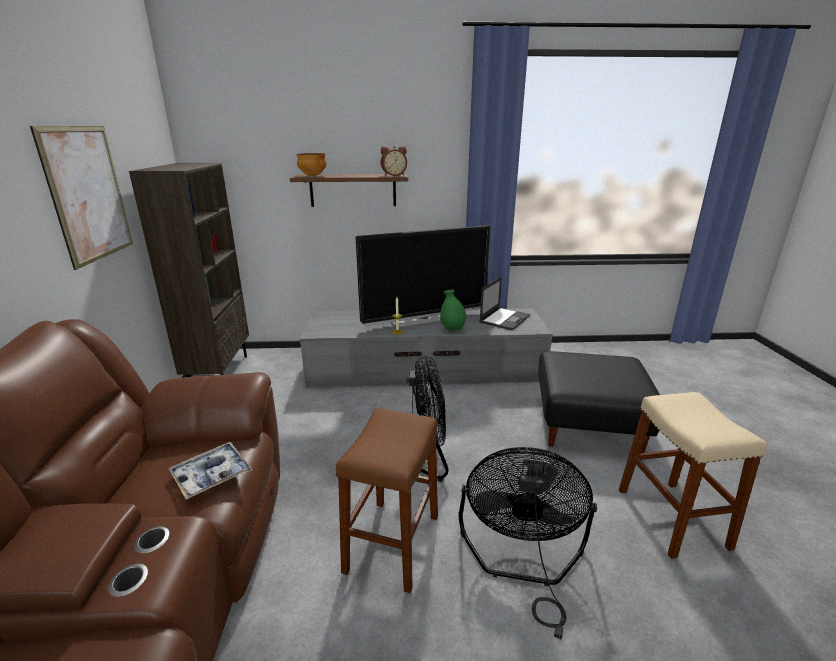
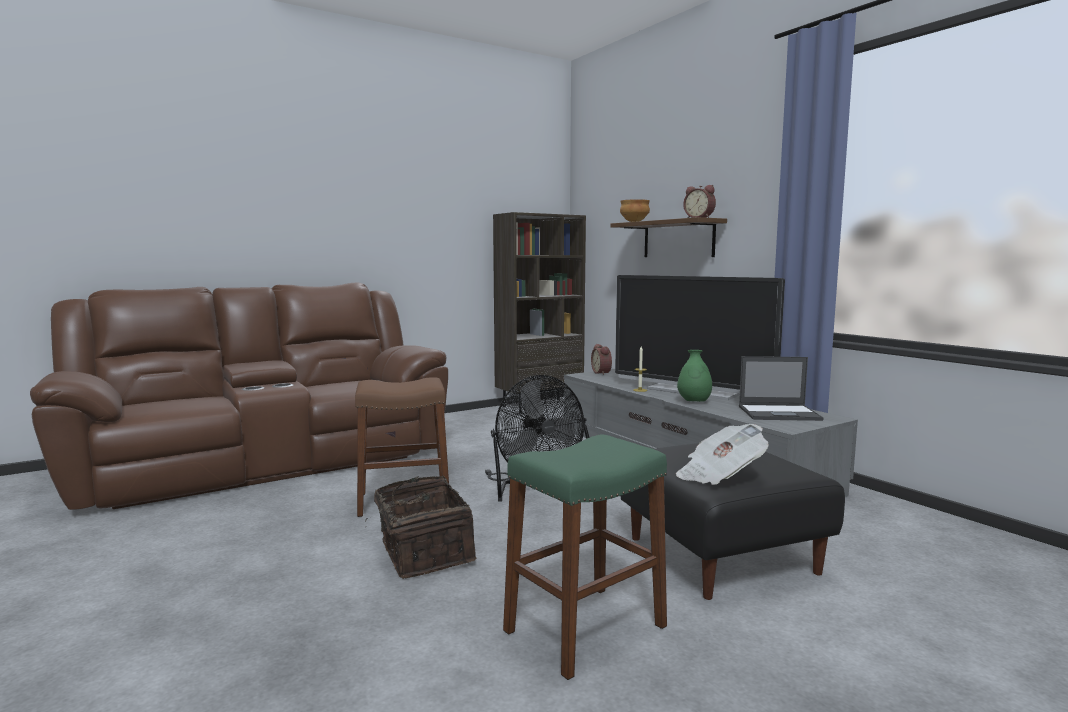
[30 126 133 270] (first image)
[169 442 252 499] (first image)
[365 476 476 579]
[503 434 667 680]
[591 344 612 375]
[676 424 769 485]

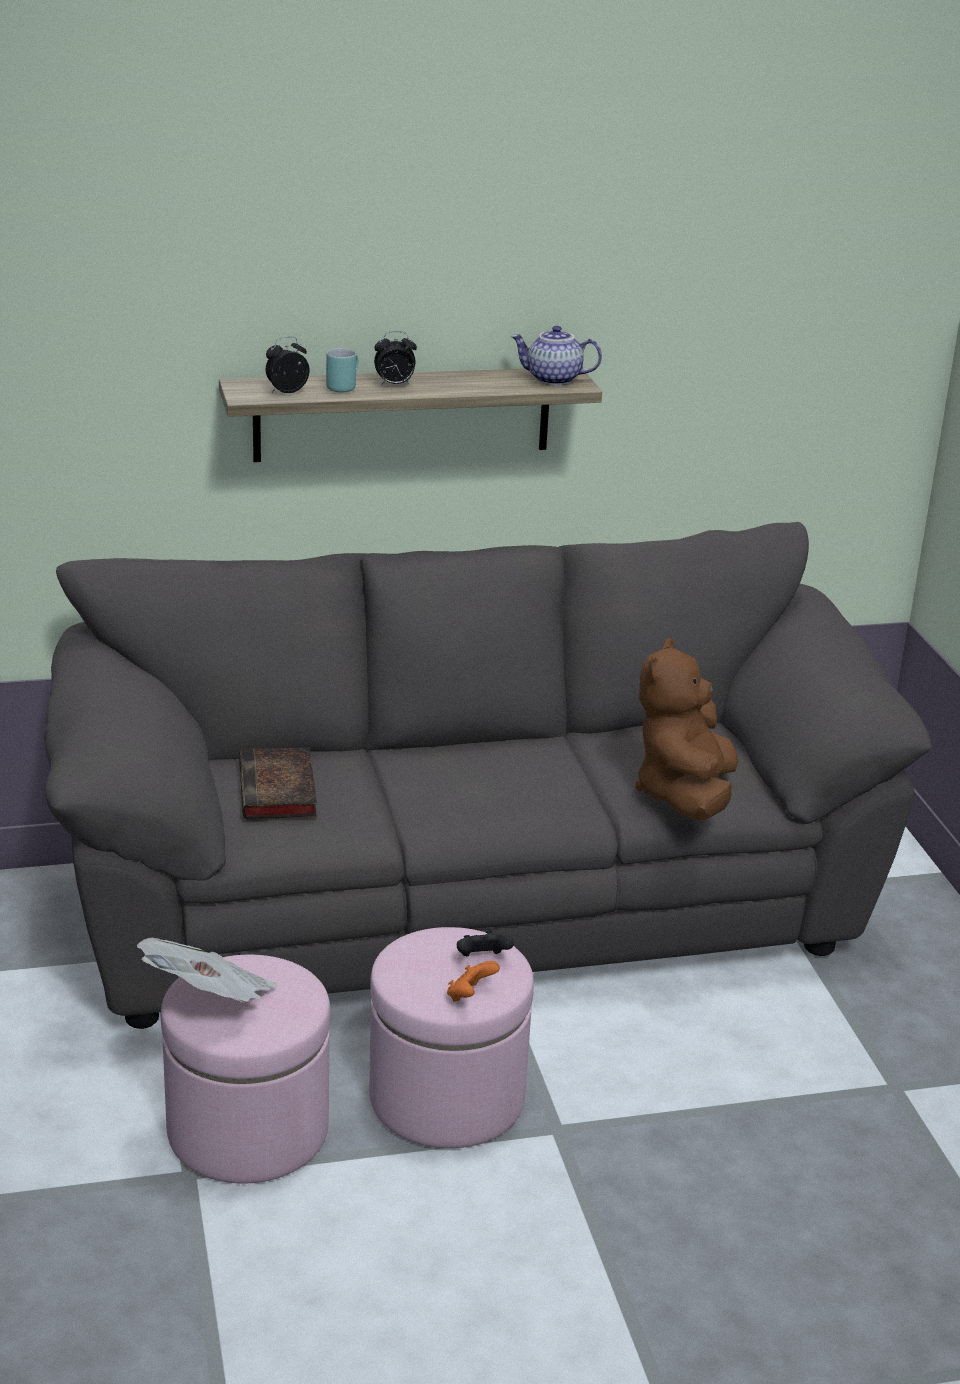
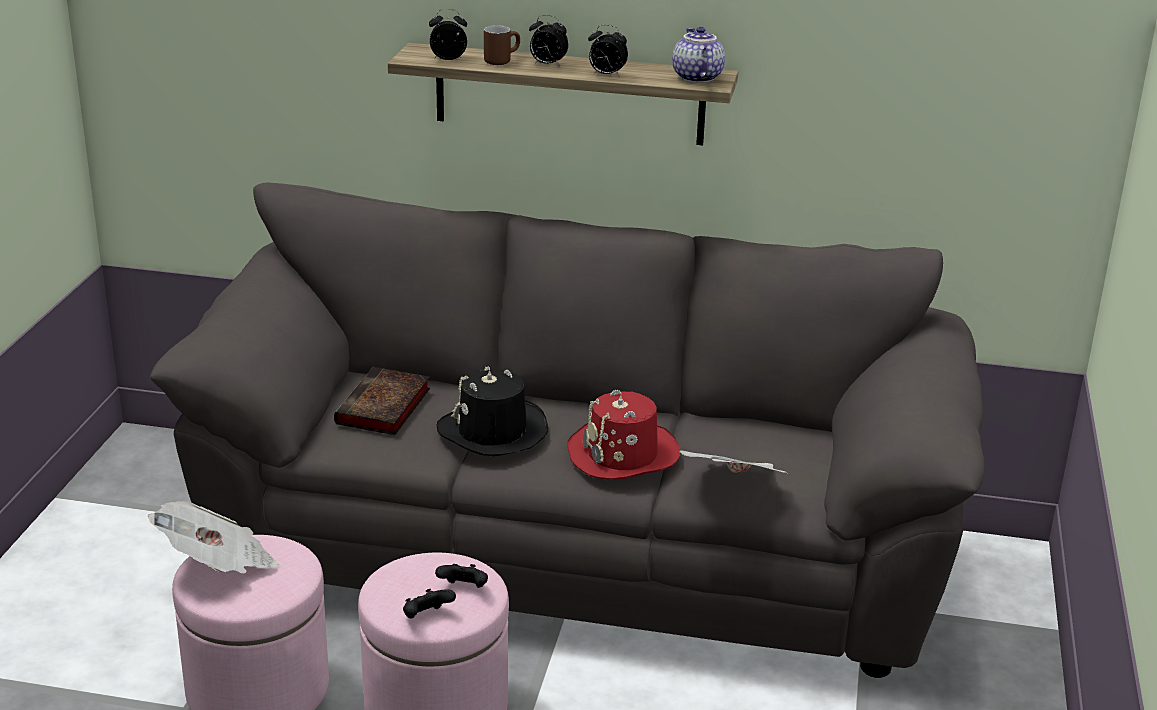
[484 25 520 65]
[403 589 456 618]
[672 27 725 83]
[680 451 786 473]
[437 366 548 456]
[567 389 680 480]
[588 25 628 77]

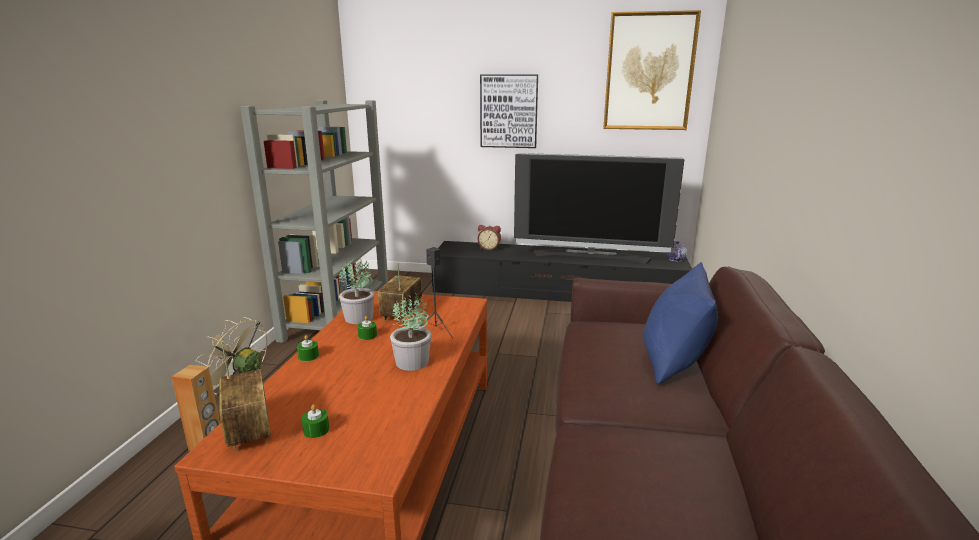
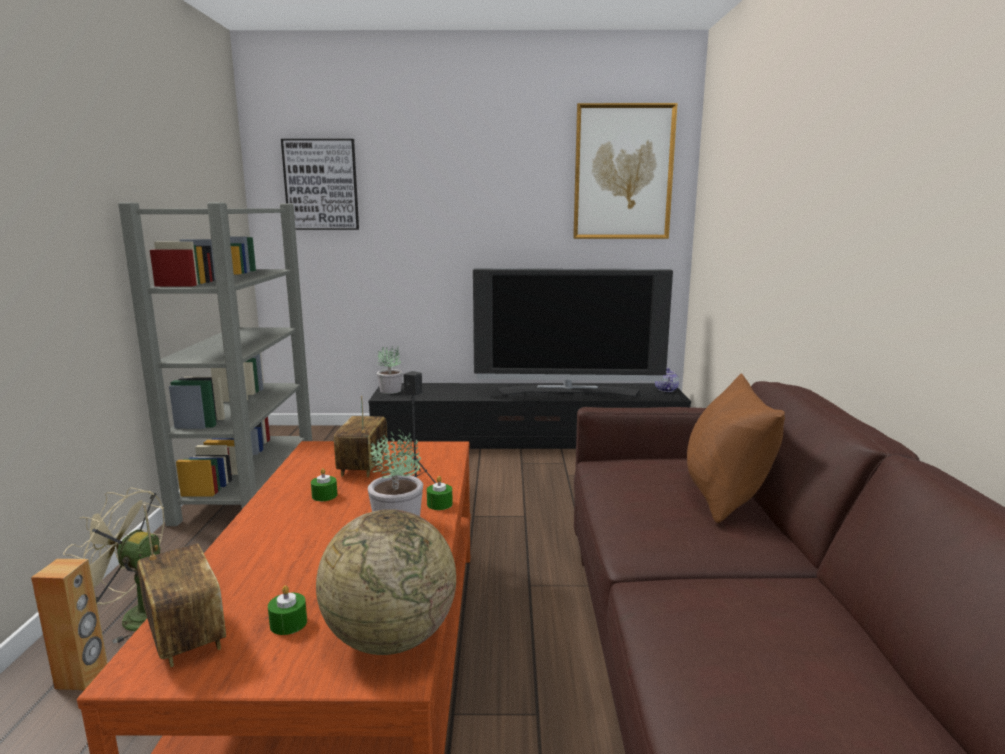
[427 476 453 510]
[377 346 403 394]
[478 225 501 250] (first image)
[281 139 359 230]
[687 373 785 523]
[316 509 456 655]

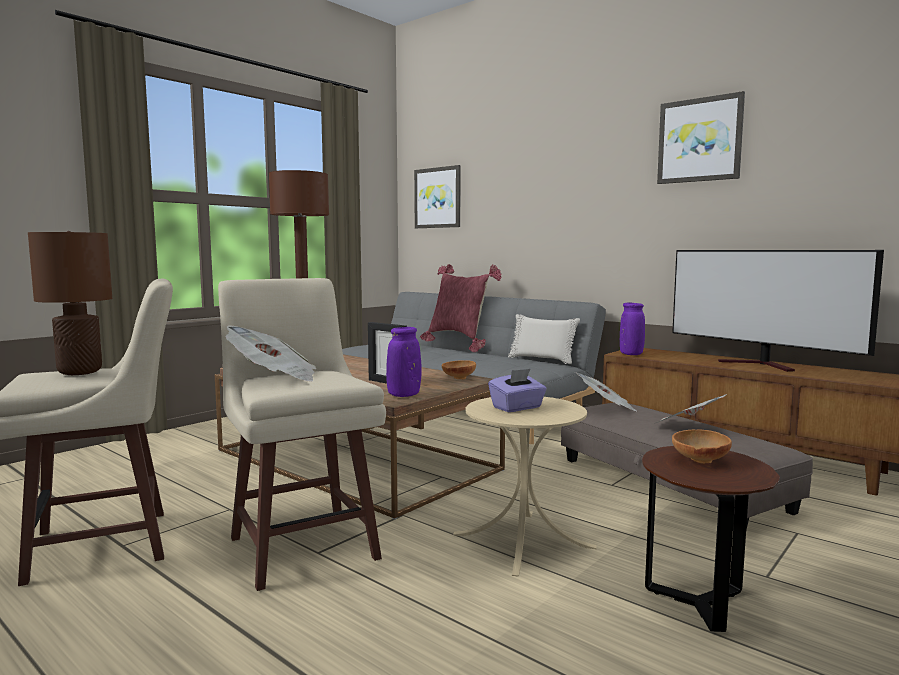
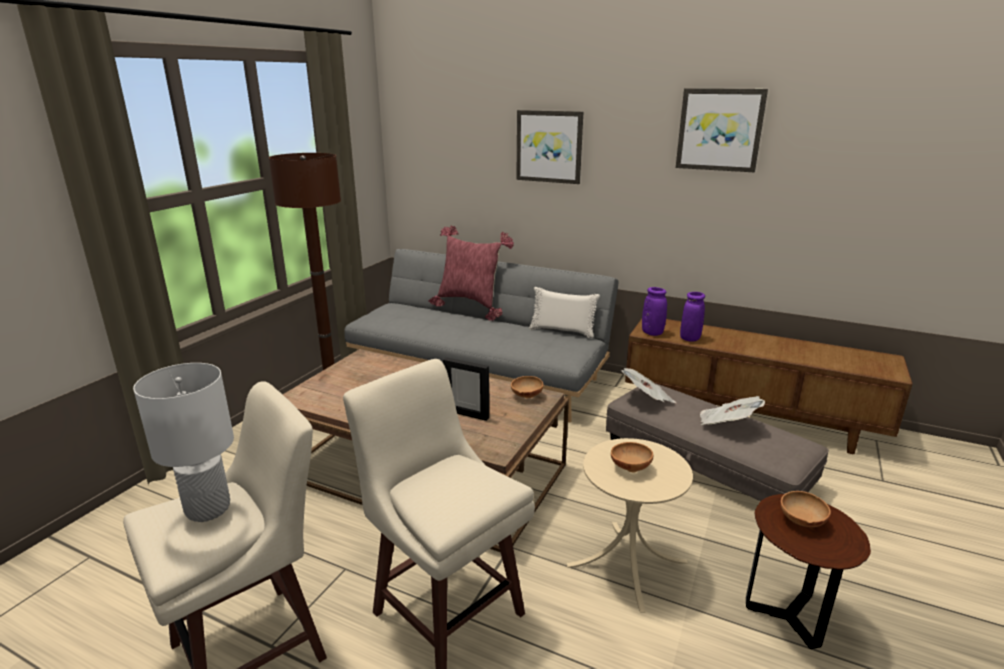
[133 363 234 522]
[225 325 316 382] (first image)
[680 292 705 342]
[516 110 583 184]
[611 442 653 472]
[672 250 884 372] (first image)

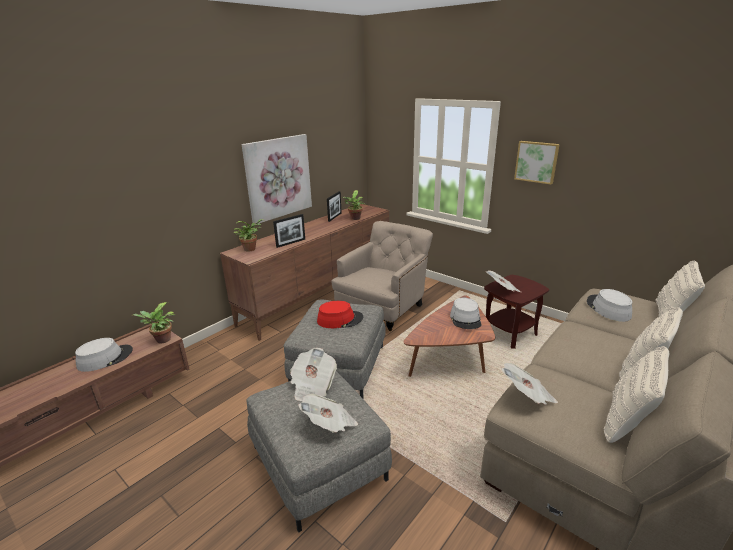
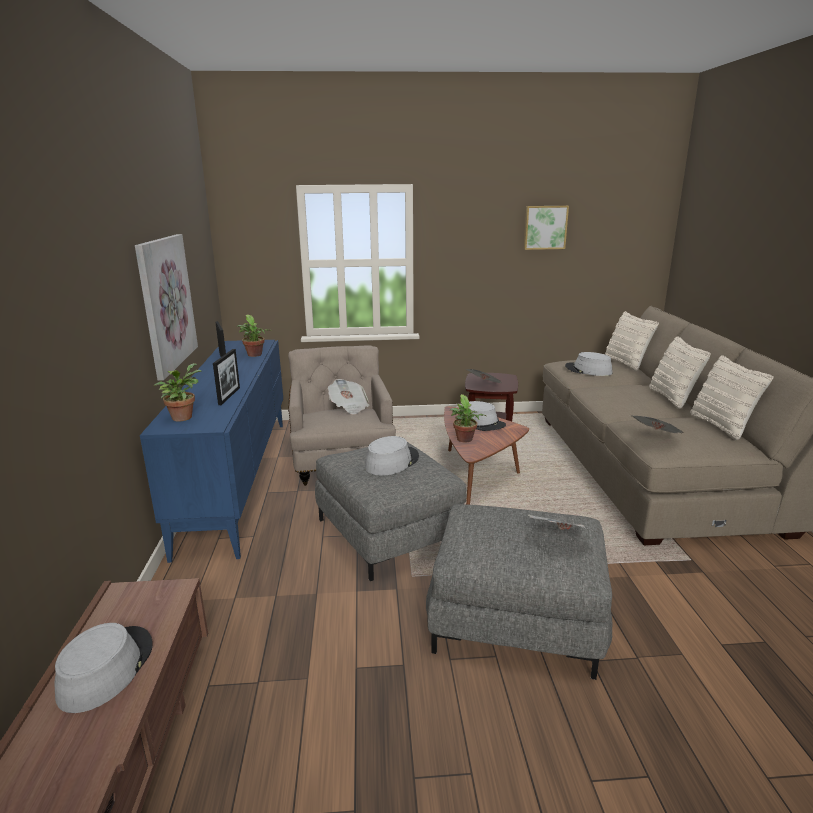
[450 394 487 442]
[140 340 283 563]
[328 379 370 415]
[365 436 419 476]
[524 206 569 250]

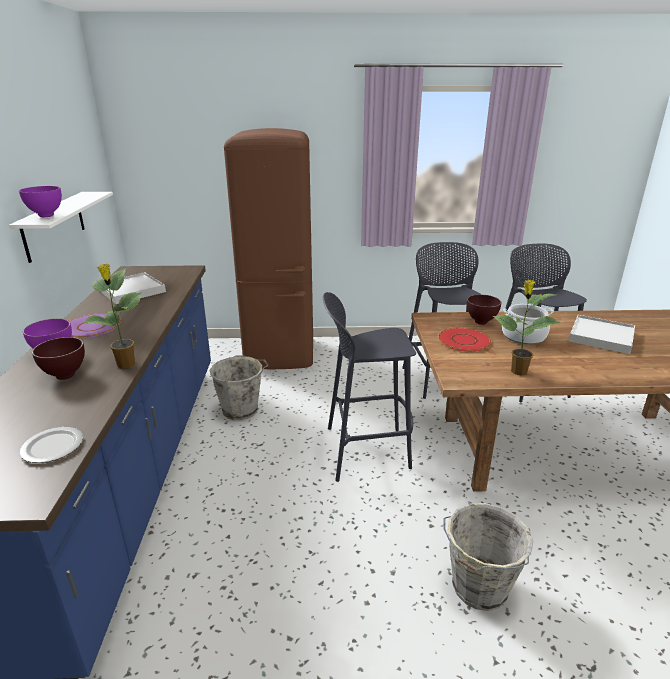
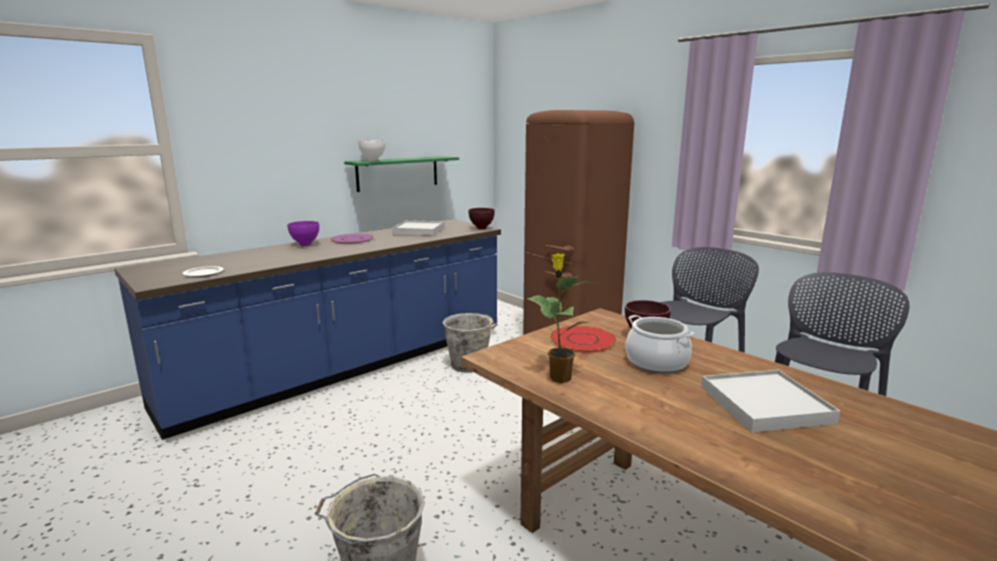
[344 156 459 192]
[358 140 386 161]
[468 208 495 229]
[83 264 142 369] (first image)
[323 292 416 482] (first image)

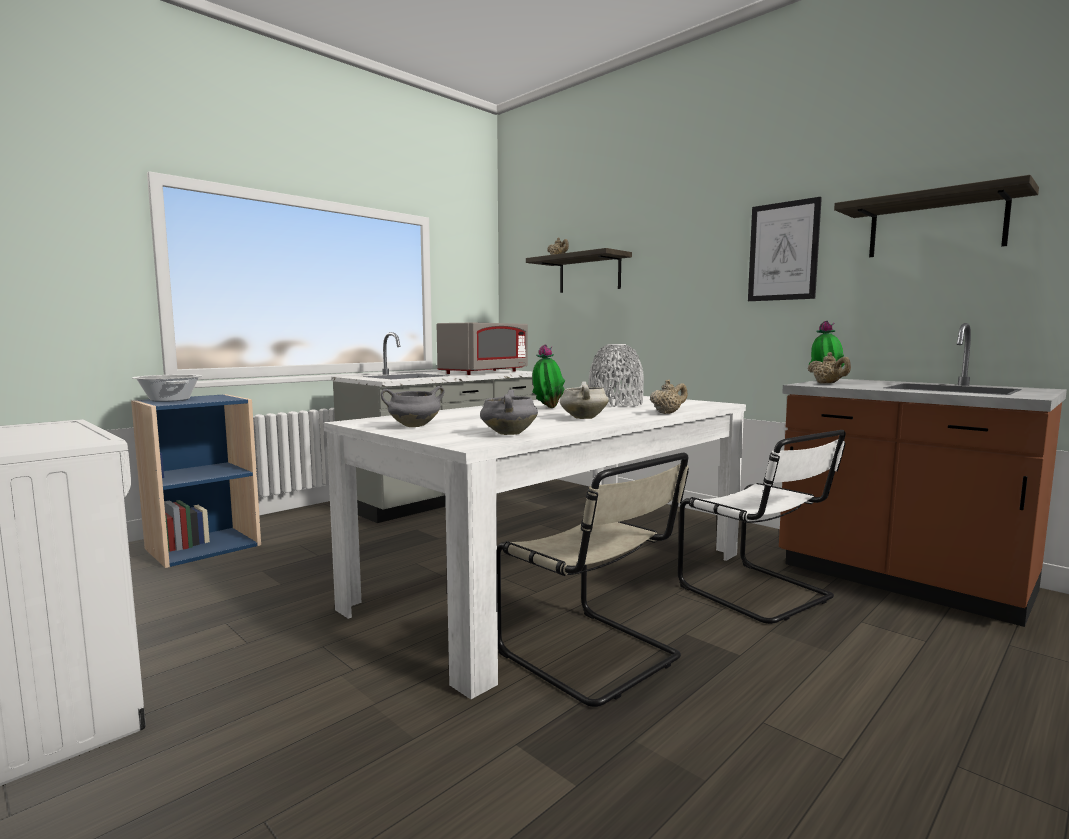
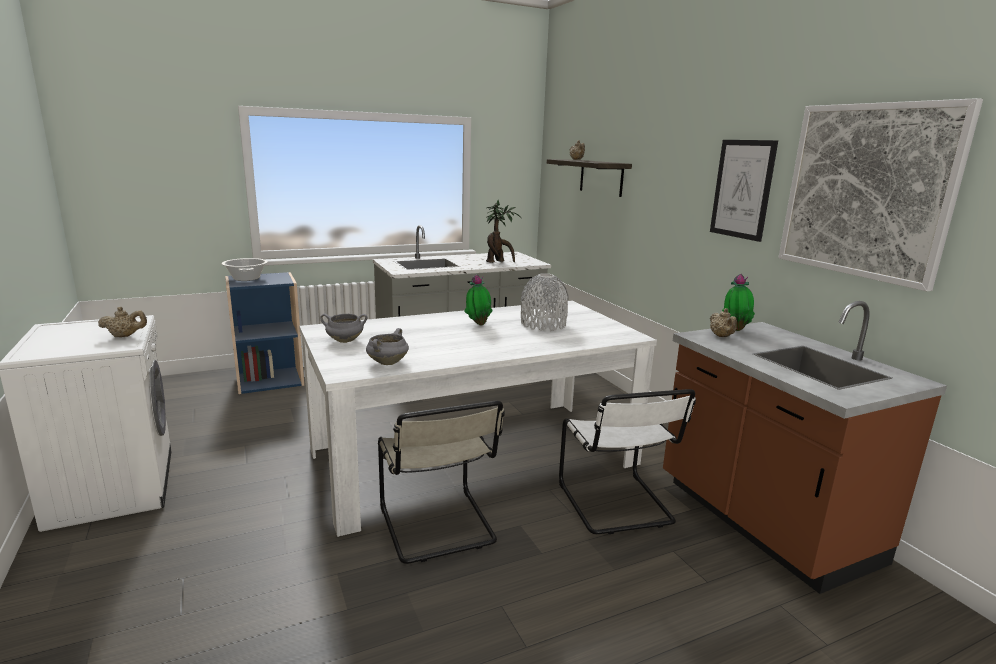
[486 200 521 263]
[560 381 609 419] (first image)
[98 307 147 337]
[778 98 983 291]

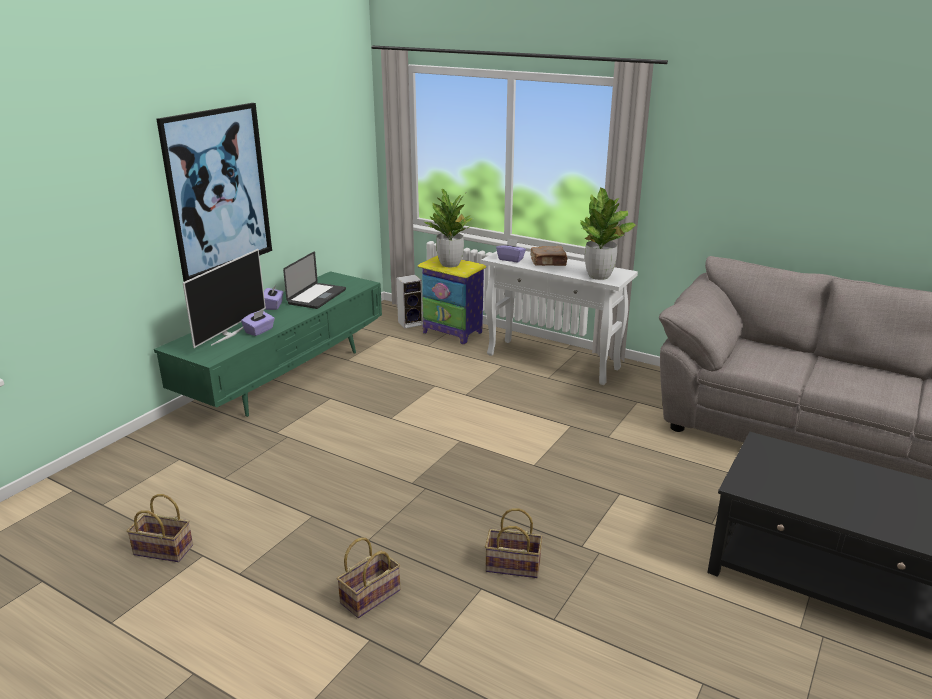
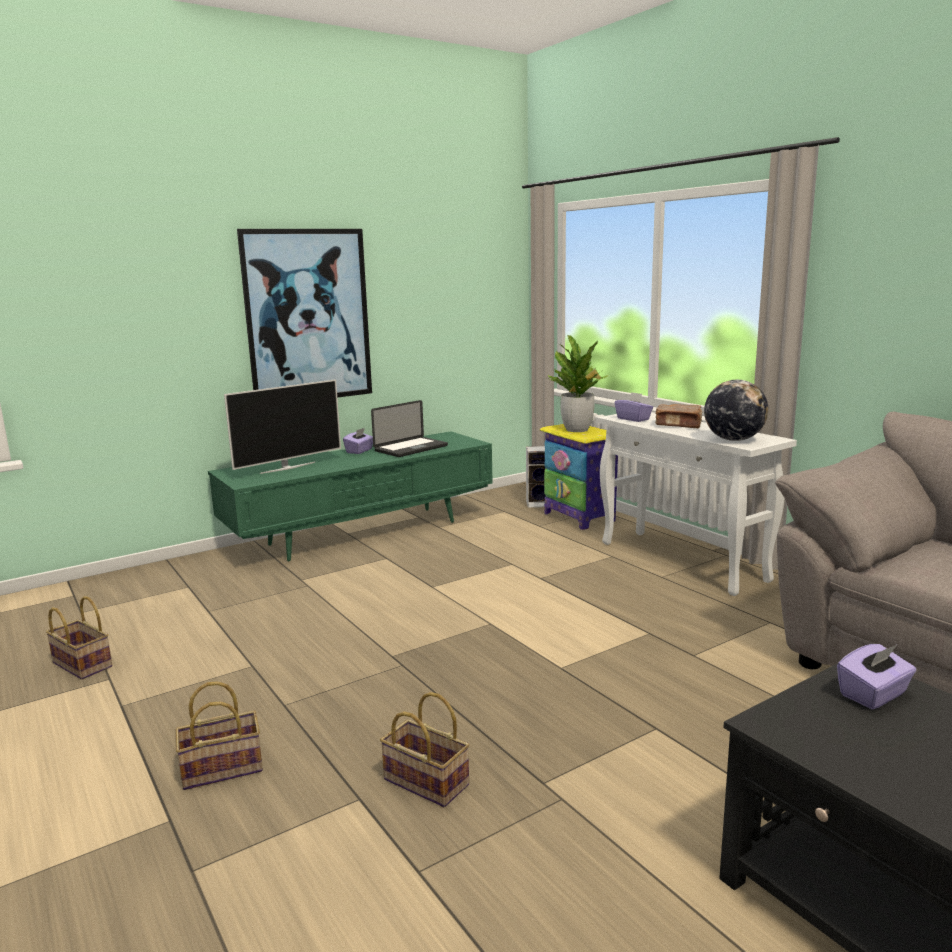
[837 644 917 709]
[704 380 768 441]

